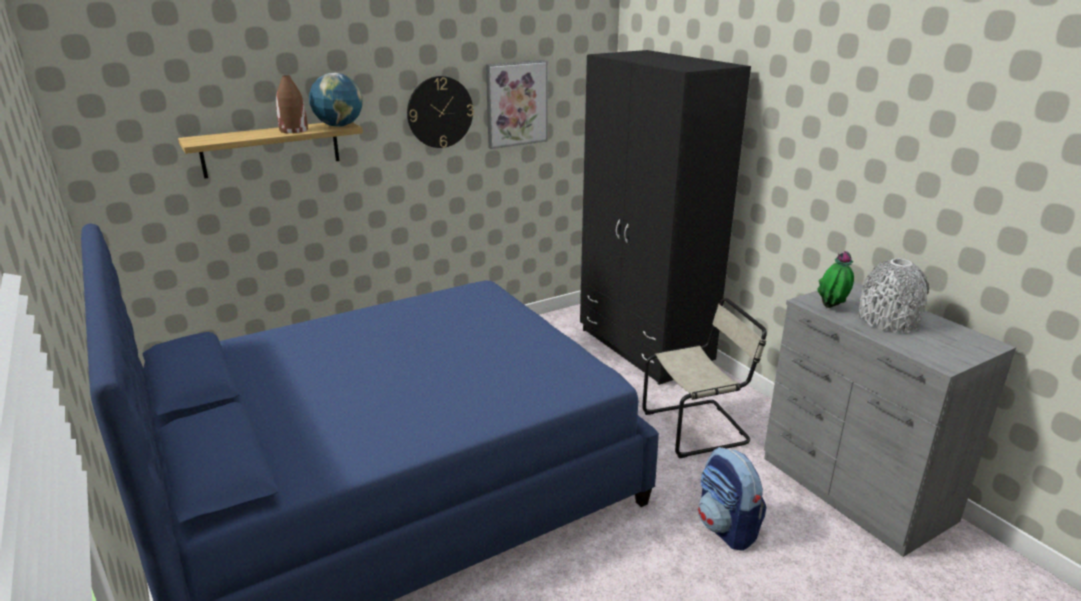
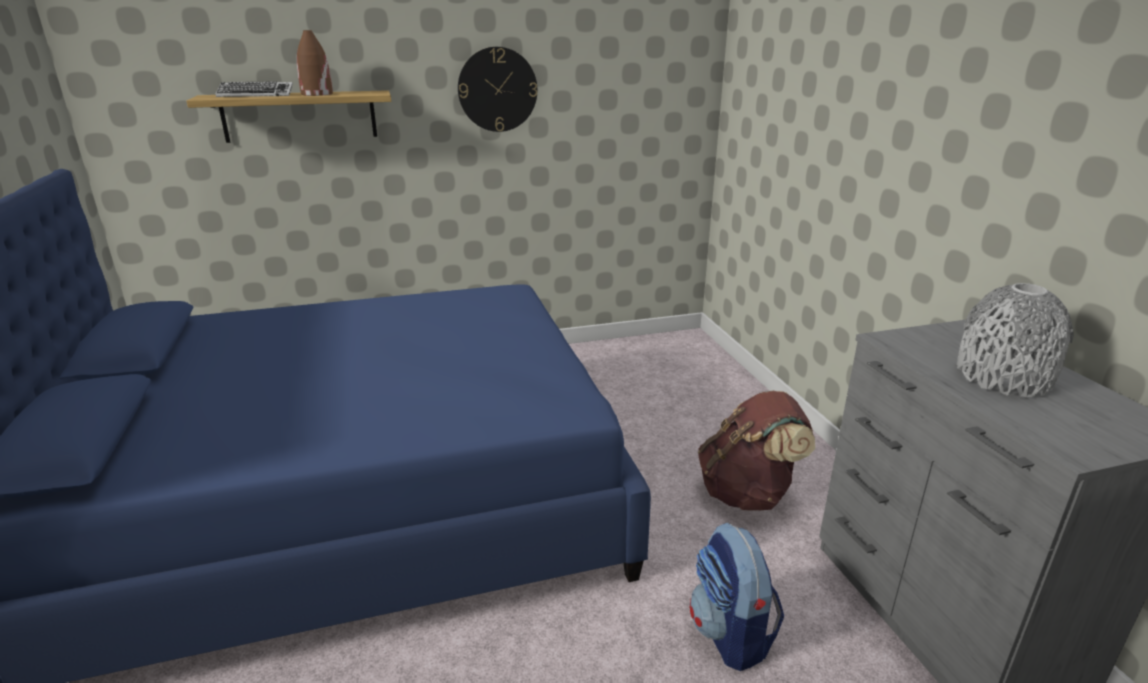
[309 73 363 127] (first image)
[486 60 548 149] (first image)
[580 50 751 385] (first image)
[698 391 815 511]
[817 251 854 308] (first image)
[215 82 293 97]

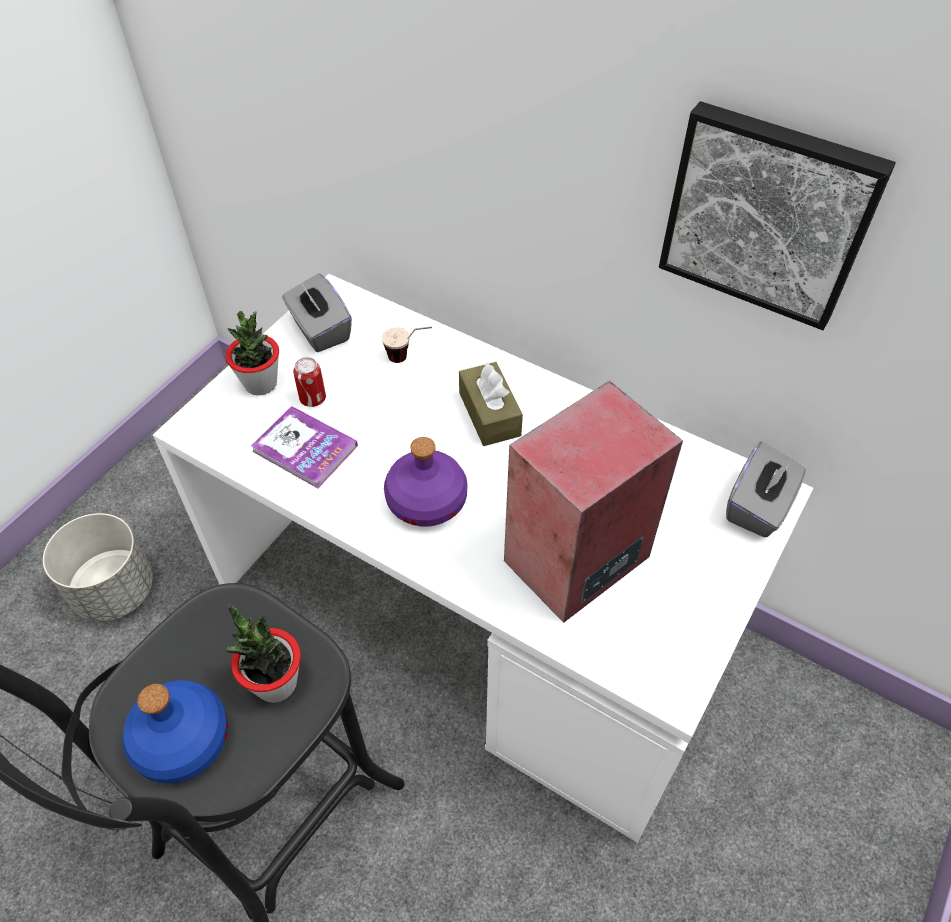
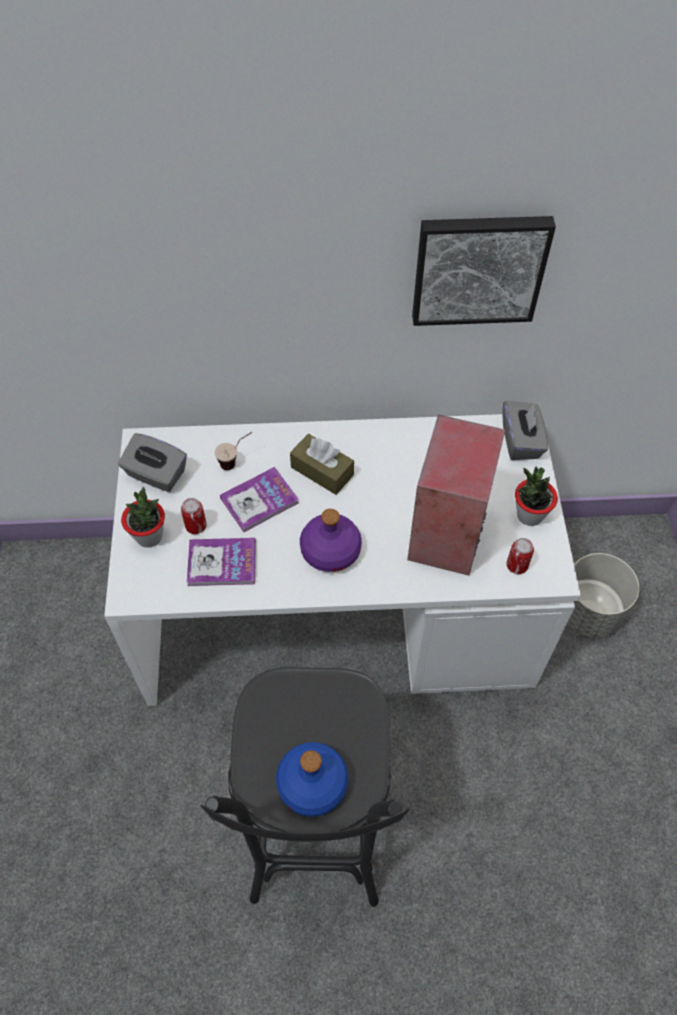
[567 553 639 638]
[515 466 558 526]
[220 467 299 532]
[507 538 534 574]

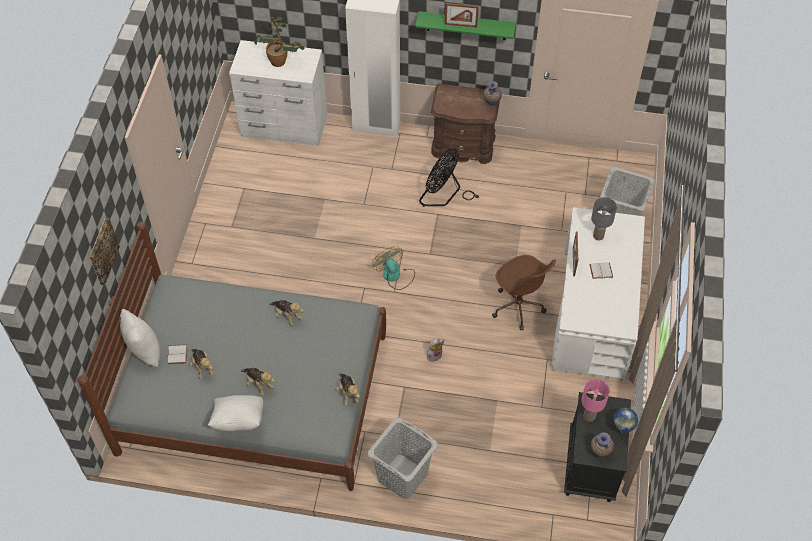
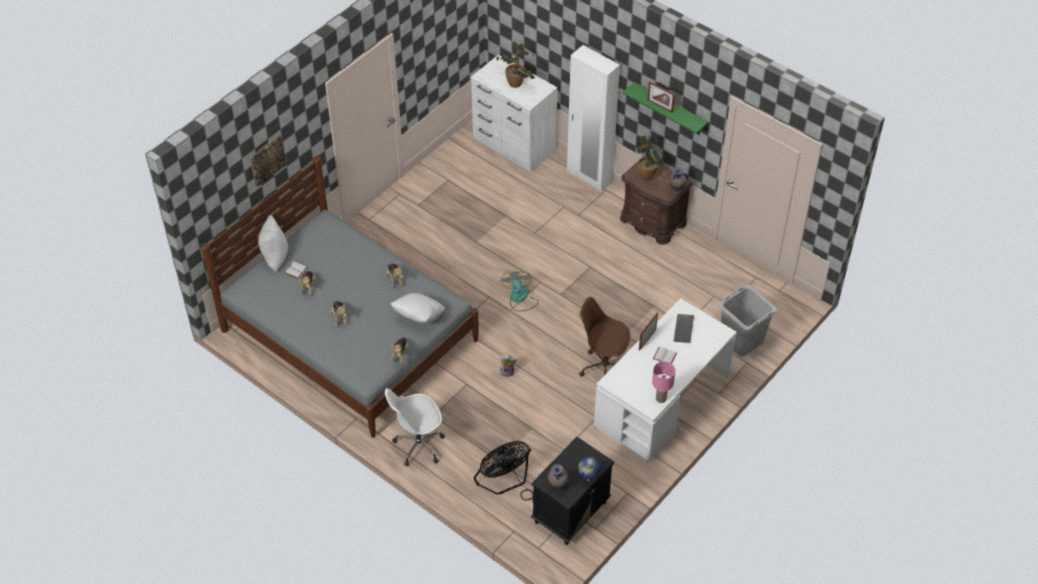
[390 293 445 324]
[385 388 445 466]
[474 441 533 501]
[579 297 630 377]
[652 361 675 403]
[674 314 694 343]
[635 133 665 181]

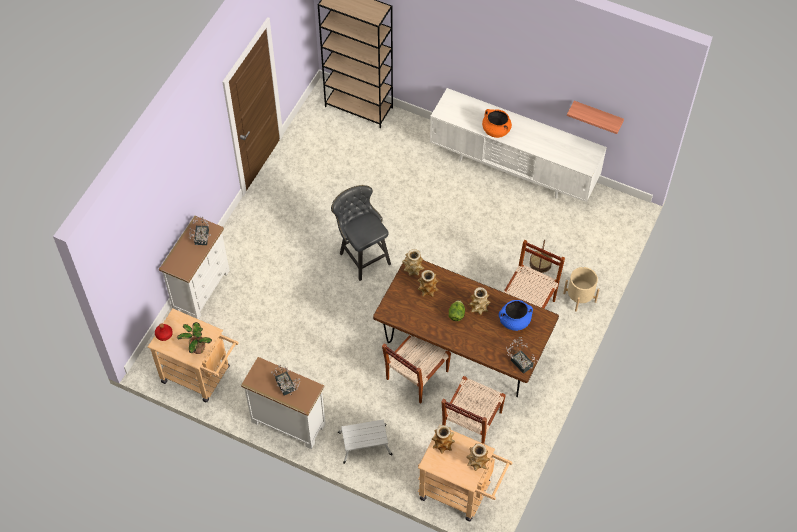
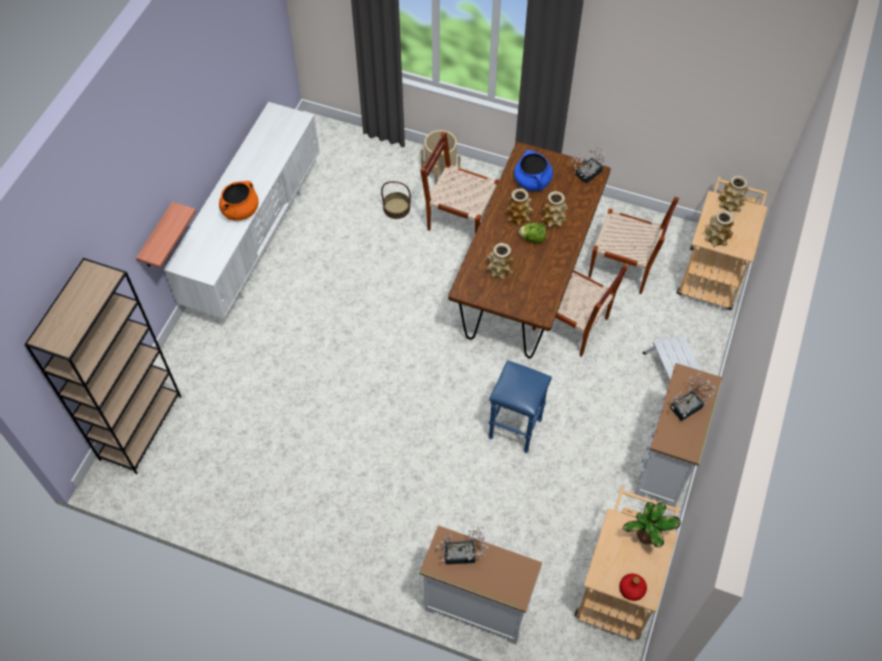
[331 185 391 281] (first image)
[540 191 568 228]
[136 202 196 268]
[489 360 552 453]

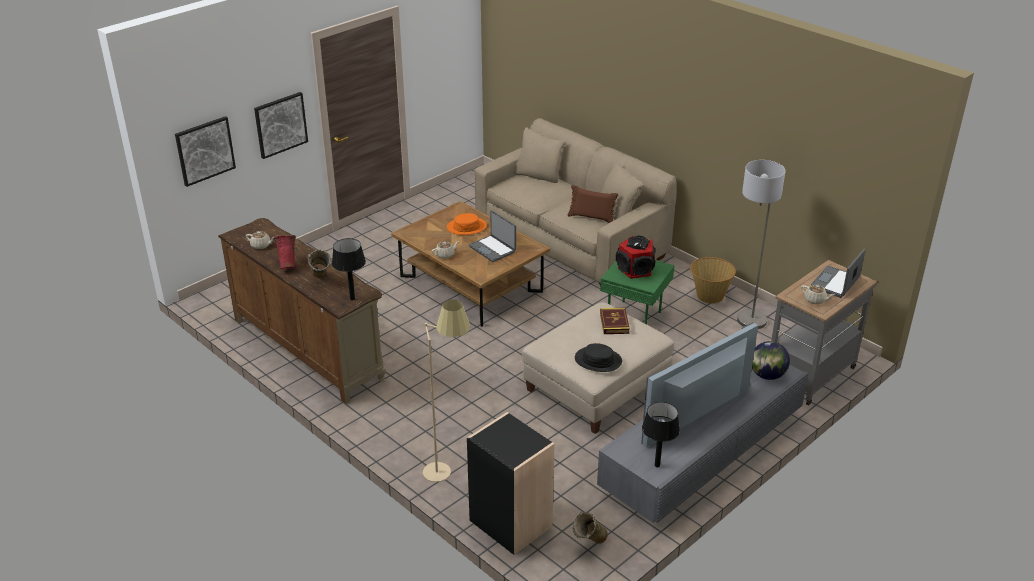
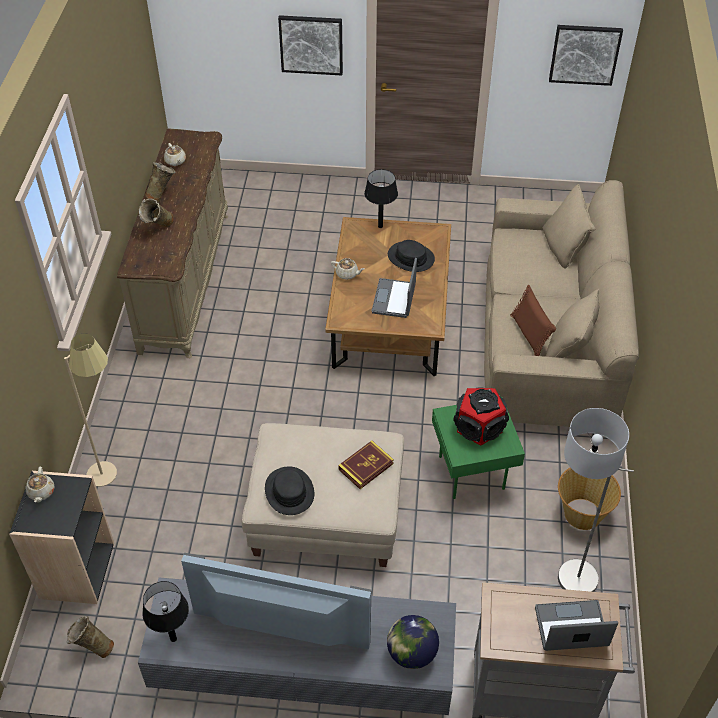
[549 25 623 86]
[145 162 176 202]
[364 169 398 228]
[388 240 435 272]
[25 467 55 503]

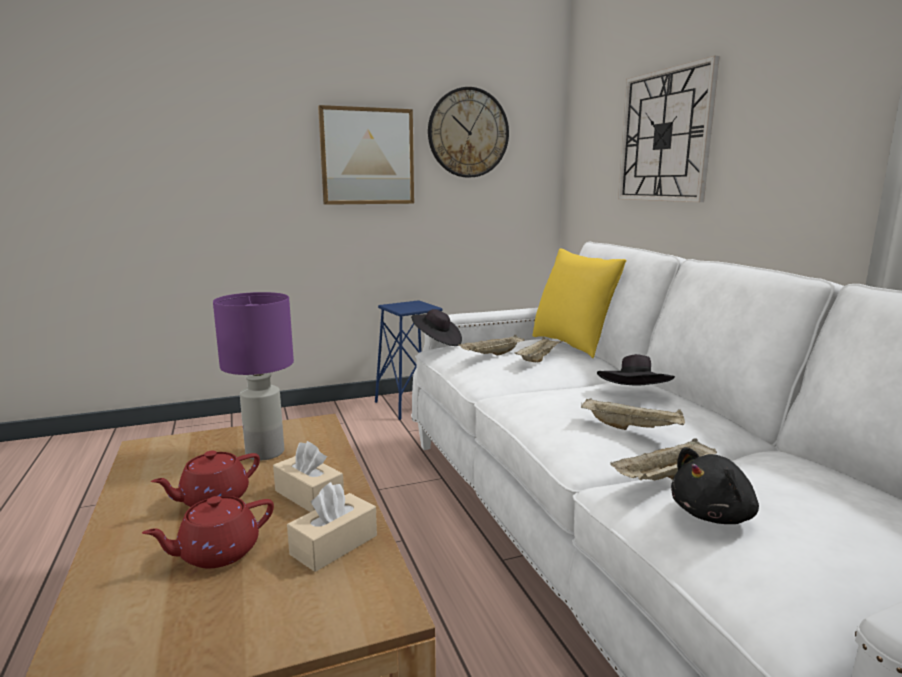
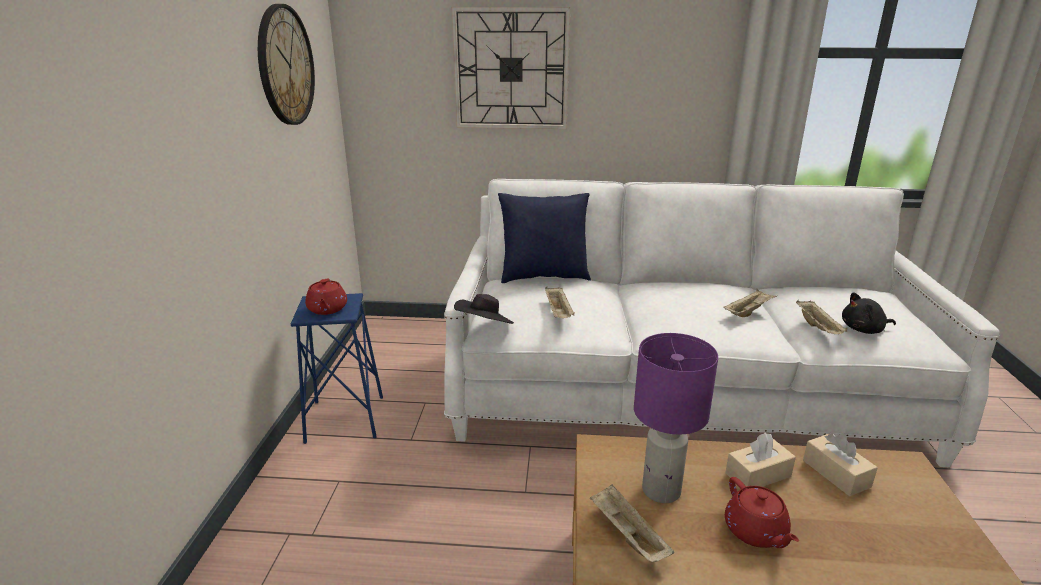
[305 278 347 315]
[318 105 414 205] (first image)
[590 484 675 562]
[498 193 591 283]
[597 354 675 386] (first image)
[842 292 896 334]

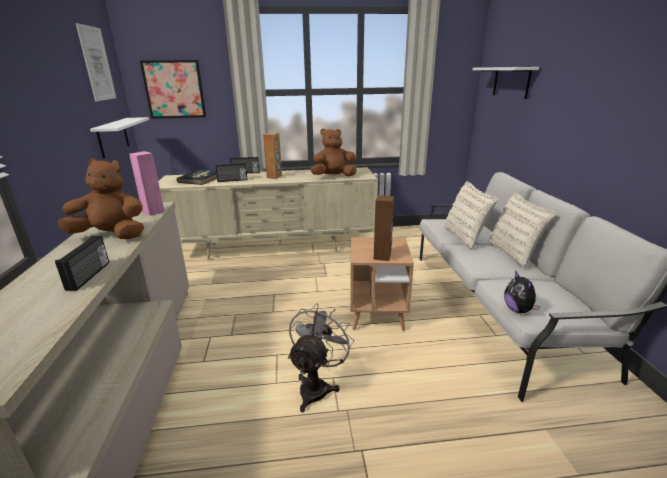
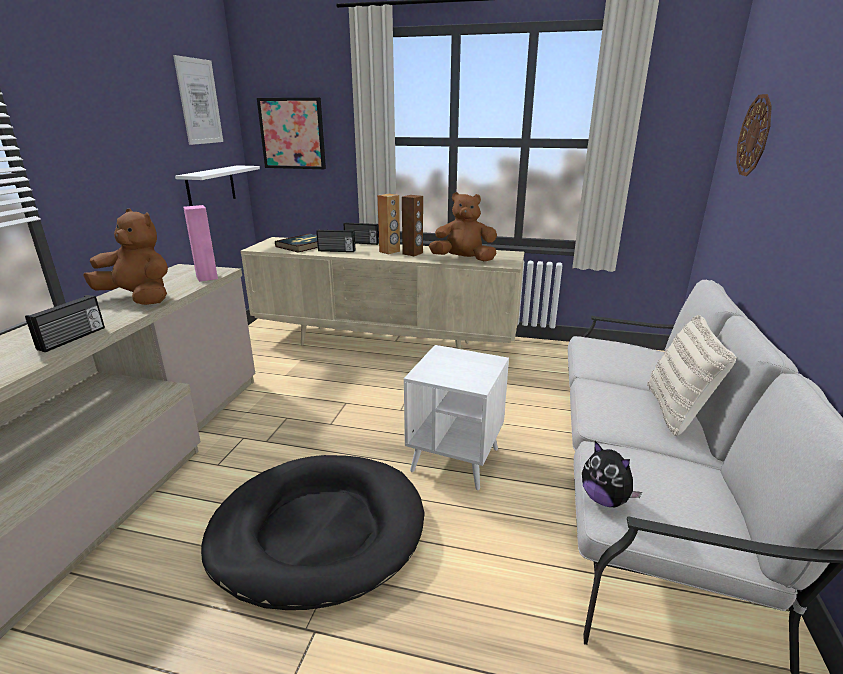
[201 455 425 610]
[404 345 509 490]
[402 195 423 256]
[444 181 498 249] (first image)
[736 94 772 176]
[582 441 642 507]

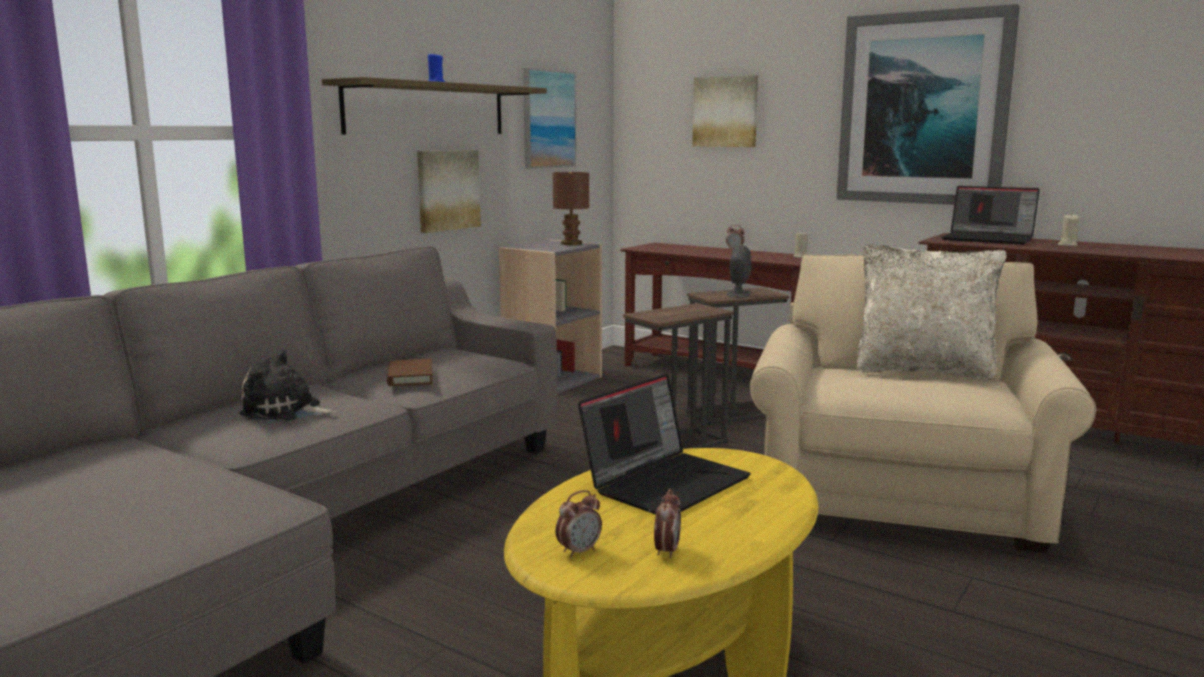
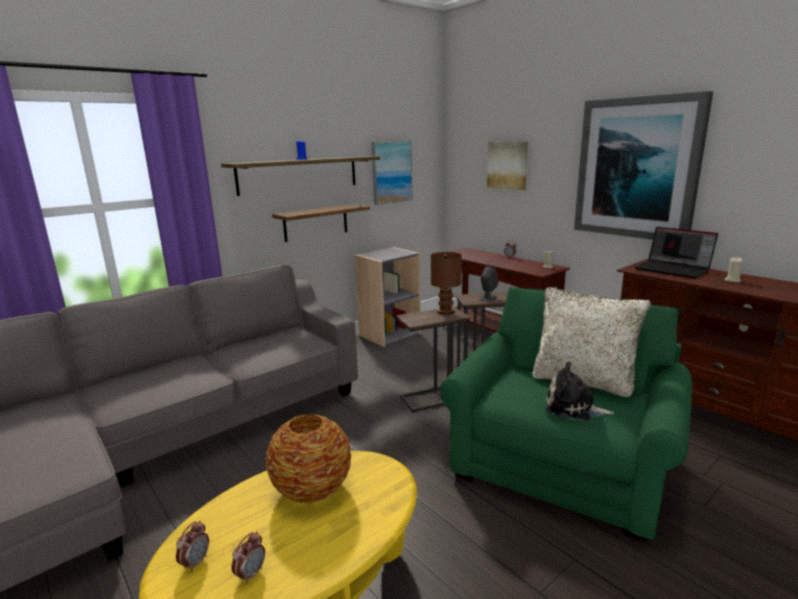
[545 362 614 421]
[387 359 433 386] (first image)
[272 204 370 242]
[431 252 462 315]
[176 521 209 572]
[266 414 351 503]
[440 287 692 542]

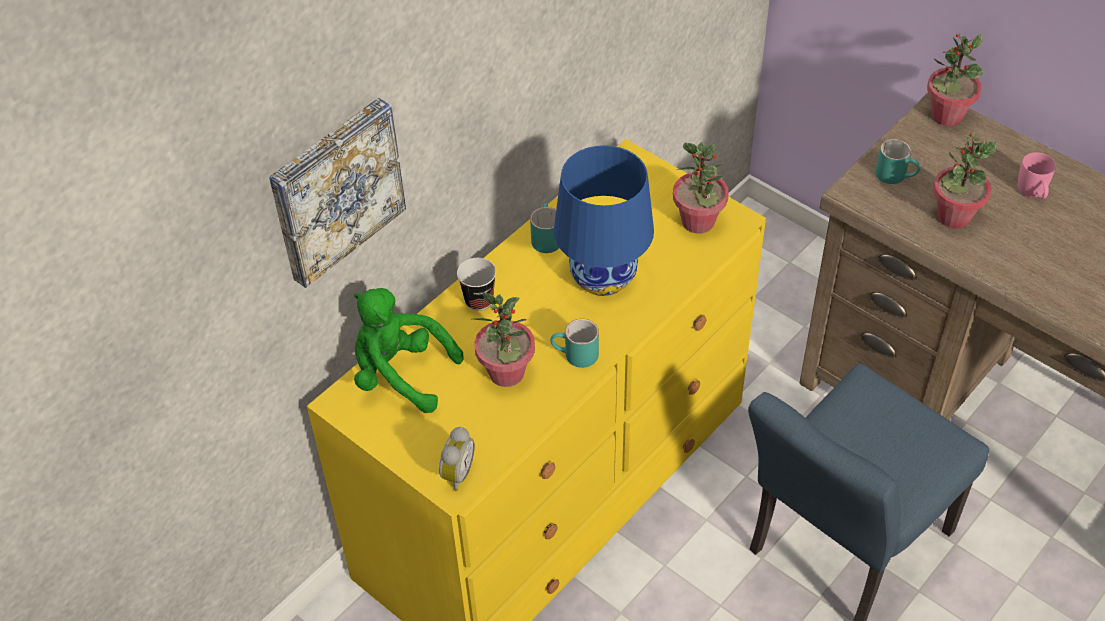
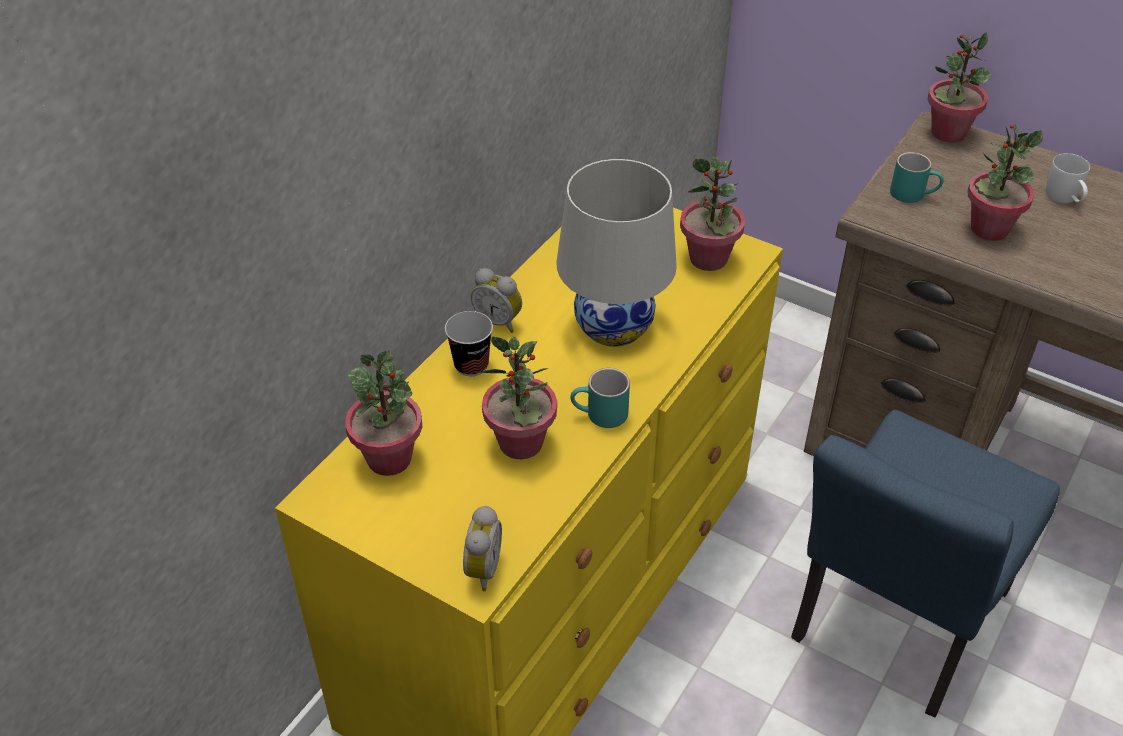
[269 98 406 288] (first image)
[345 350 422 476]
[530 203 559 253] (first image)
[556 159 677 347]
[1046 153 1090 203]
[471 268 522 333]

